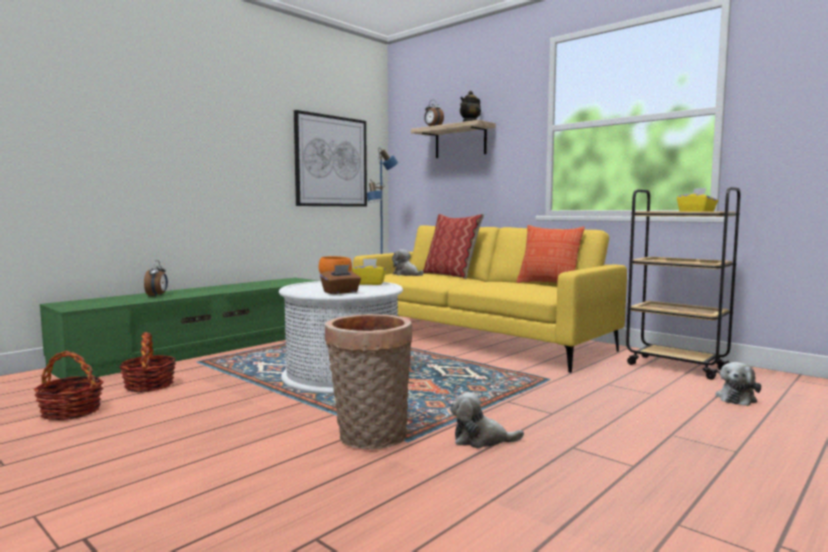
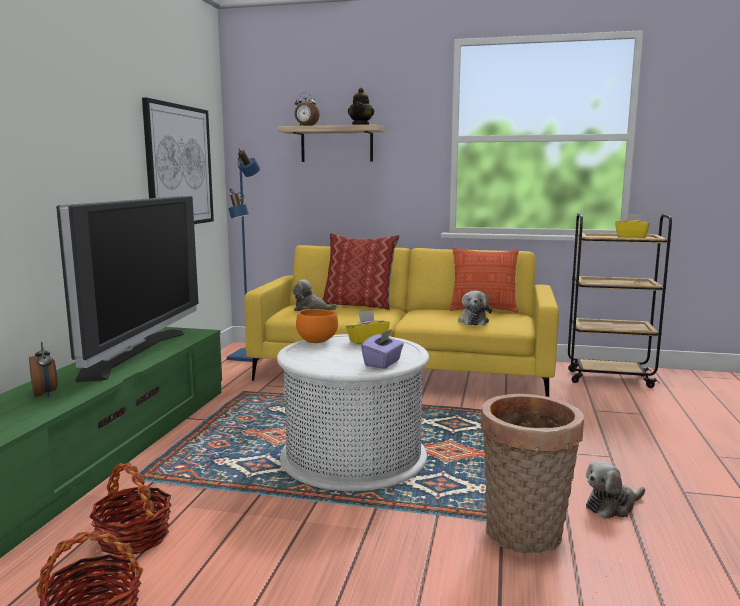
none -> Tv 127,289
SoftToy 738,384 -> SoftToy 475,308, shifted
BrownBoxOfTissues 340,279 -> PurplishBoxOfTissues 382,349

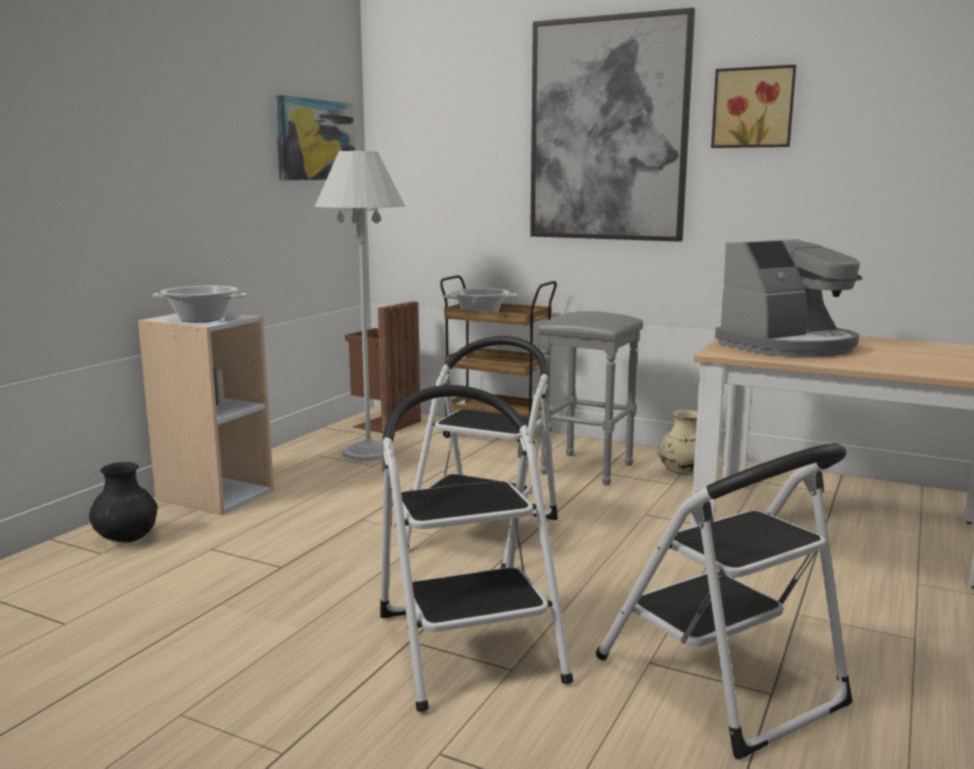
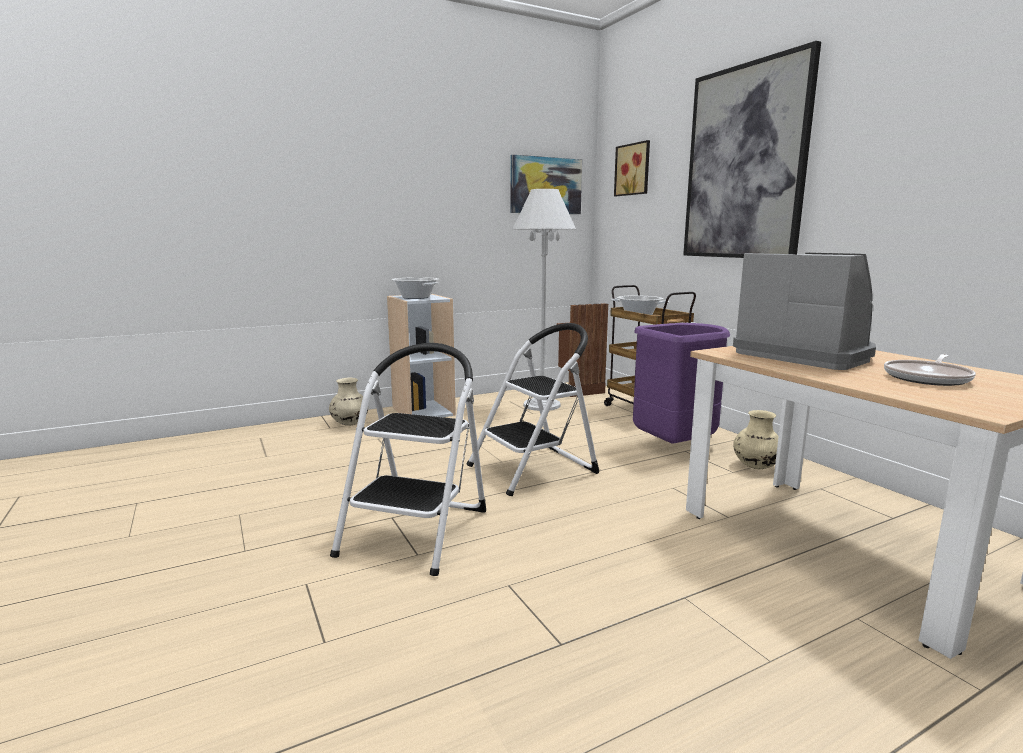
StepLadder 724,601 -> none
none -> Pan 930,370
Picture 753,106 -> Picture 632,168, shifted
GrayStoolSeat 590,398 -> PurplishRubbishBin 681,383
BlackColouredFlowerVase 123,502 -> BeigeColouredFlowerVase 348,402
CoffeeBrewer 788,298 -> CoffeeBrewer 804,311, 135 degrees counterclockwise

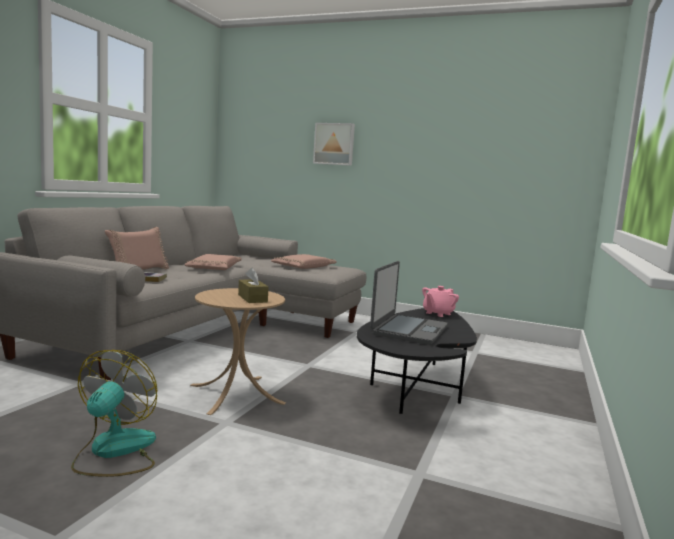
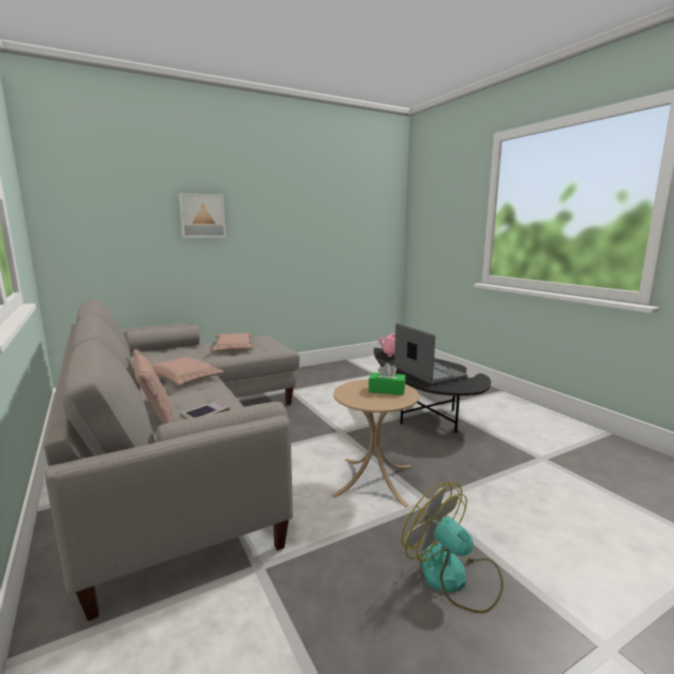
BrownBoxOfTissues 253,285 -> GreenBoxOfTissues 387,379

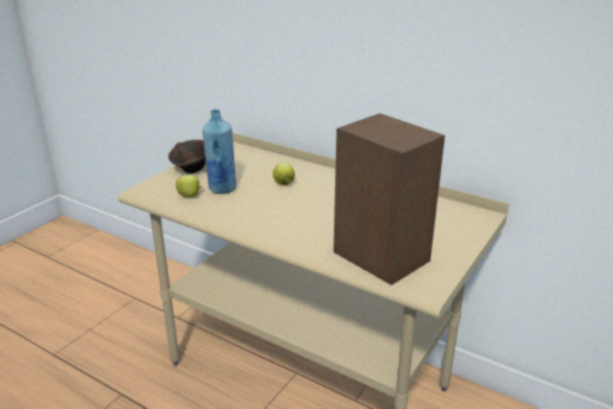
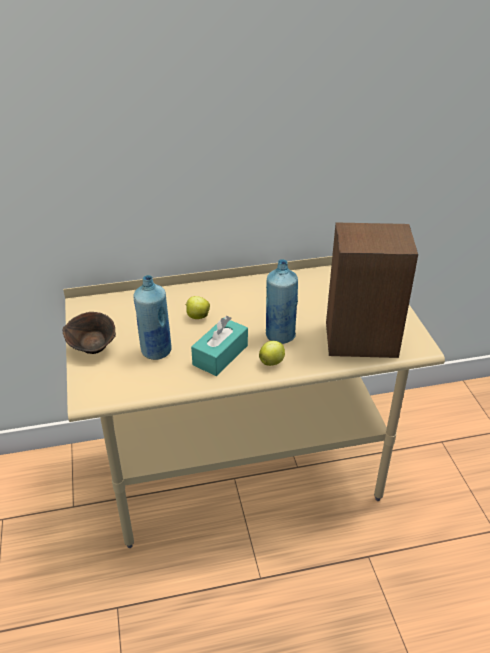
none -> TurquoiseColouredBoxOfTissues 219,346
none -> BlueBottle 282,301
WholeApple 189,186 -> WholeApple 272,353, shifted

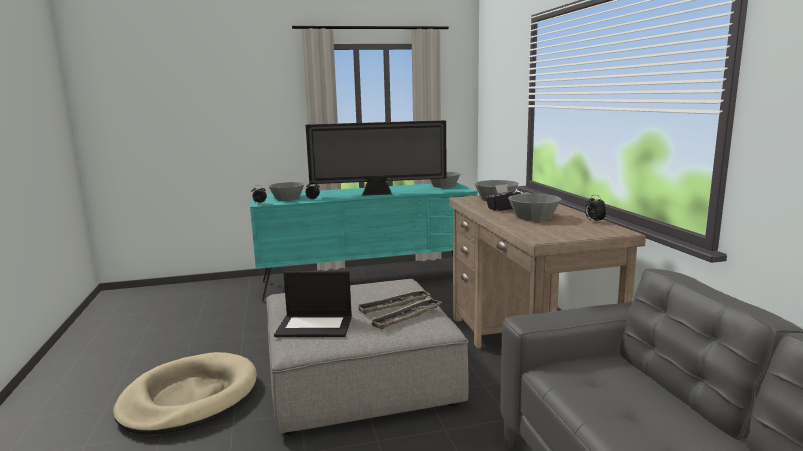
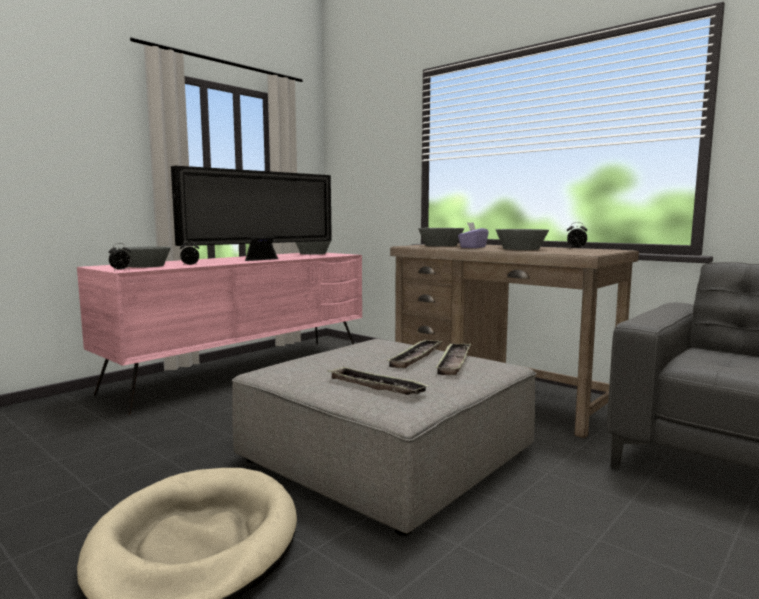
Laptop 313,304 -> Tray 378,381
TurquoiseColouredTvUnit 364,241 -> PinkTvUnit 219,334
BlackColouredBoxOfTissues 503,197 -> PurplishBoxOfTissues 473,235

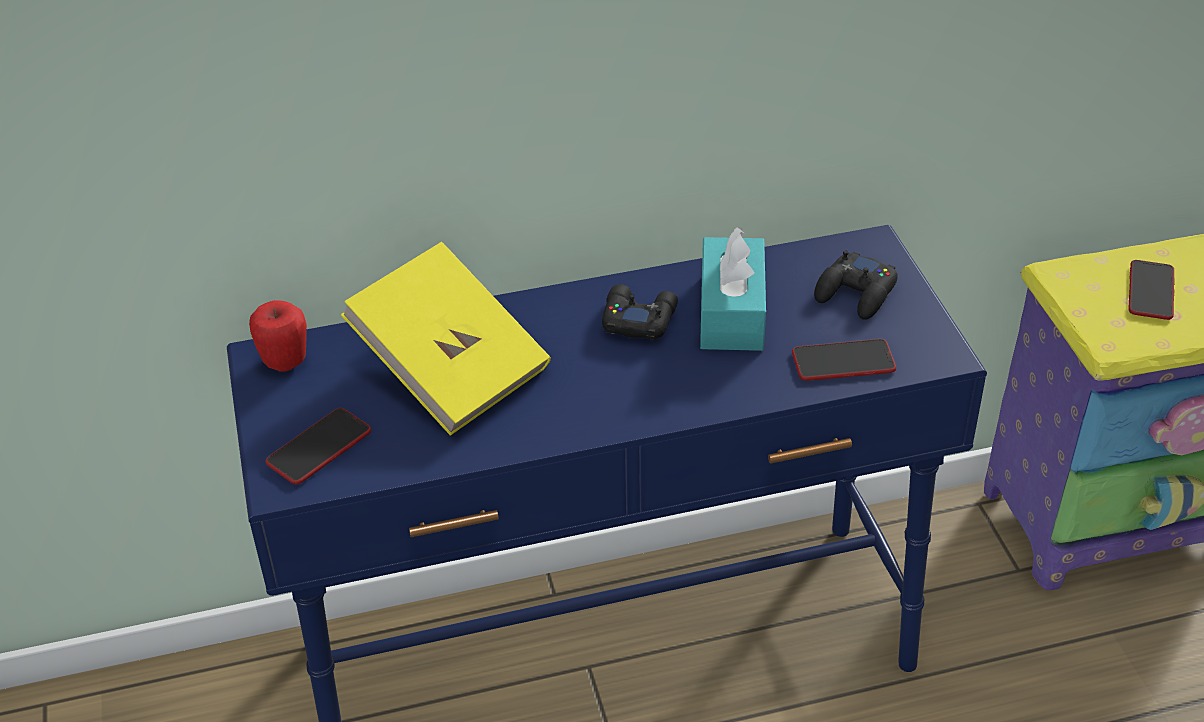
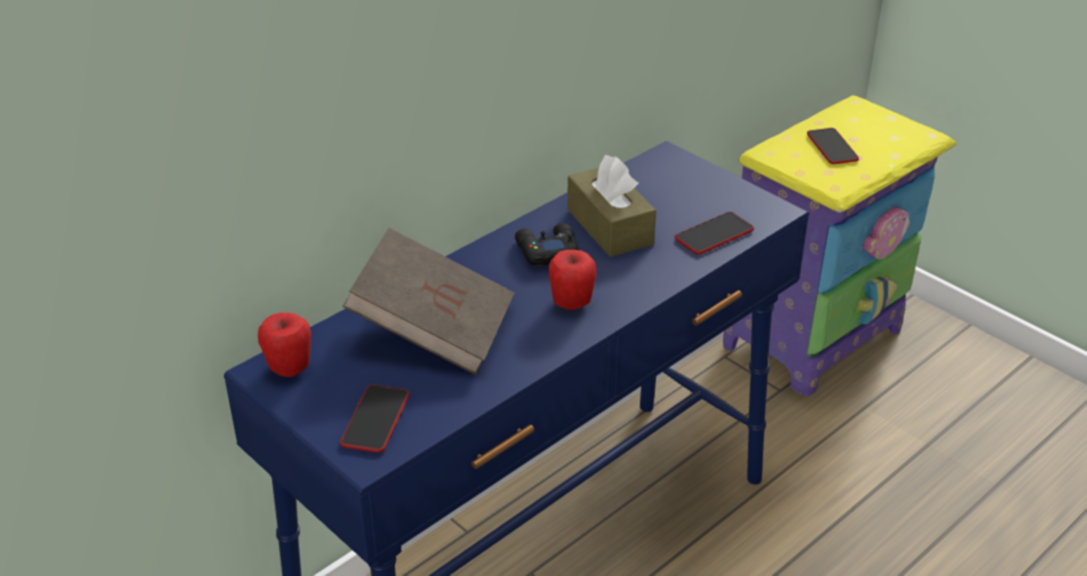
BlackColouredJoypad 856,285 -> none
none -> WholeApple 572,280
YellowishVolume 446,339 -> BrownVolume 428,301
TurquoiseColouredBoxOfTissues 733,289 -> BrownBoxOfTissues 611,206

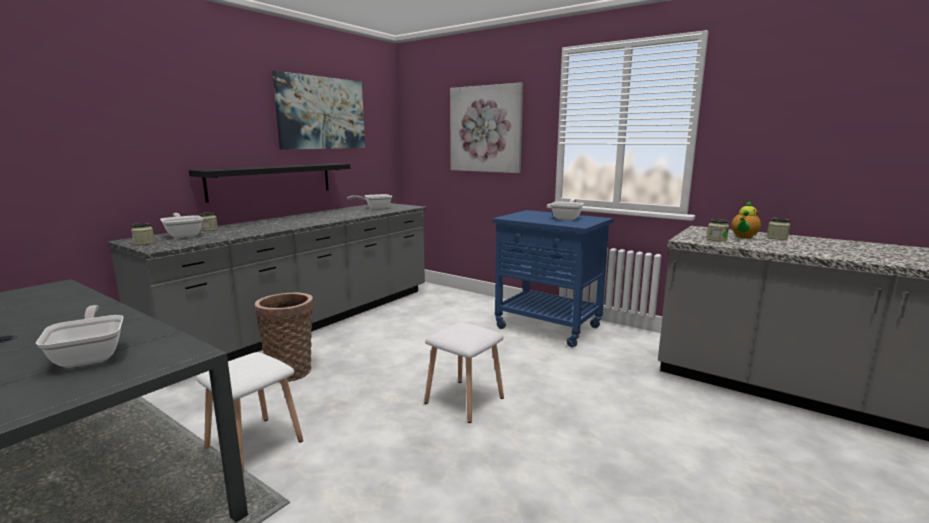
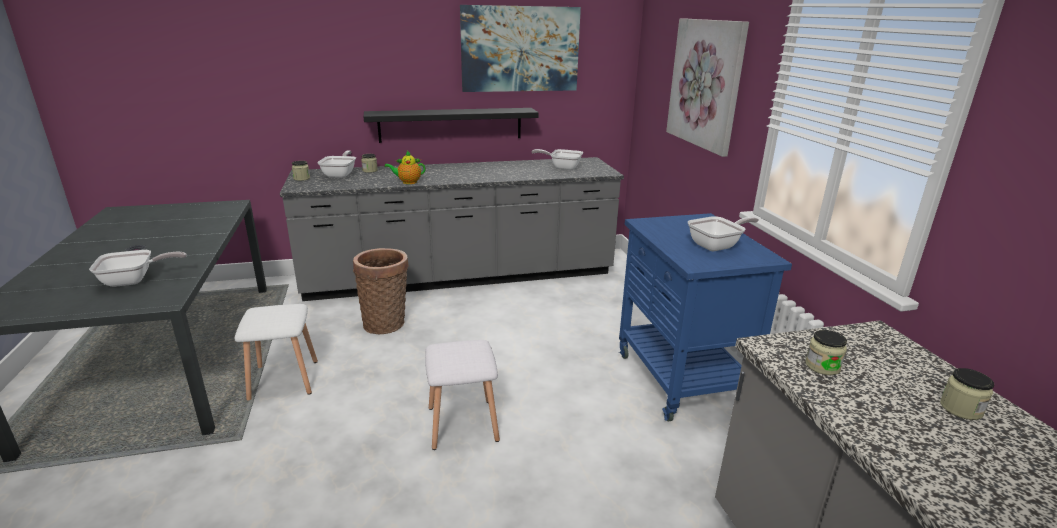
Teapot 746,220 -> Teapot 404,167, shifted
Pan 80,336 -> Pan 138,268, 60 degrees clockwise

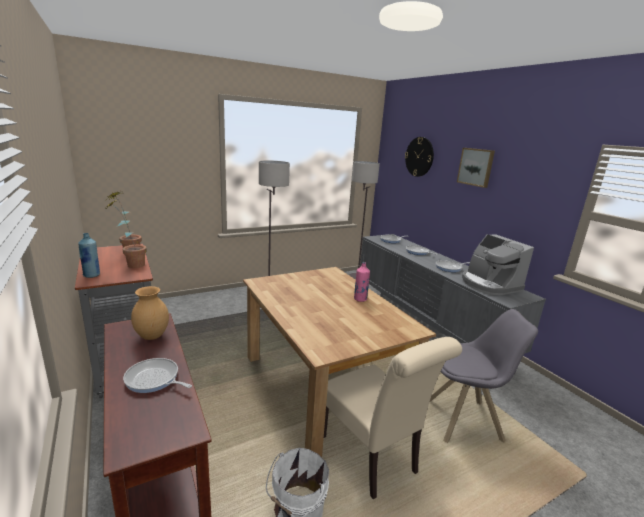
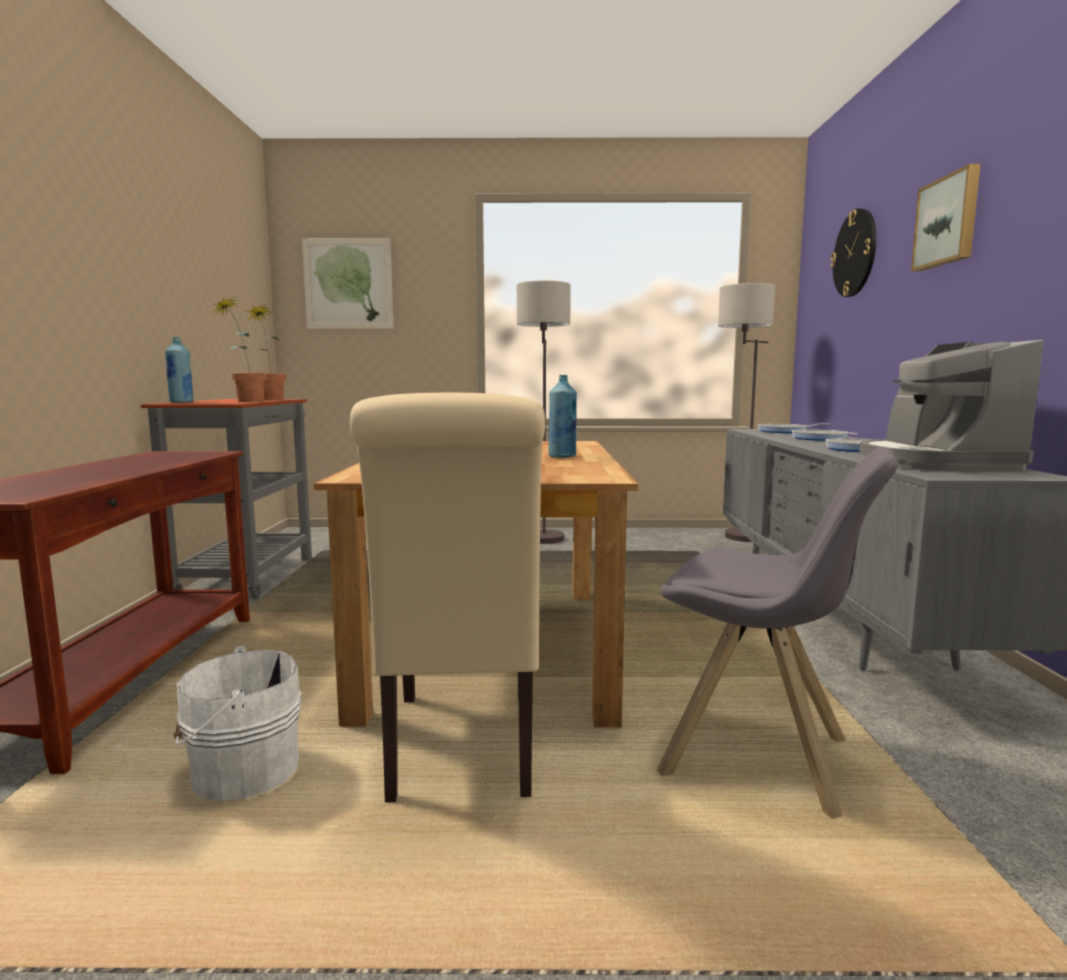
Pan 157,375 -> none
BrownFlowerVase 150,313 -> none
none -> Picture 347,283
PinkBottle 362,282 -> BlueBottle 563,416

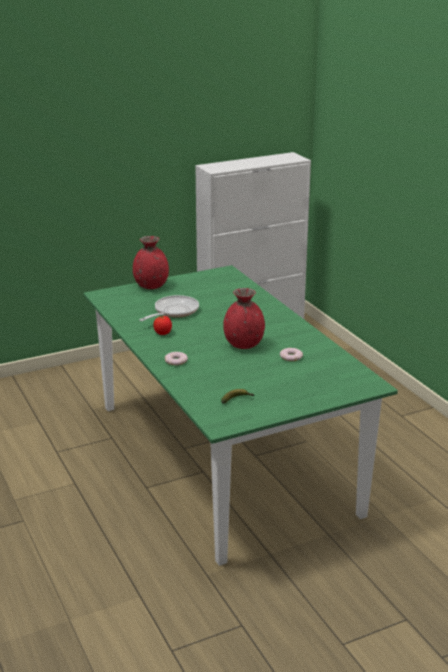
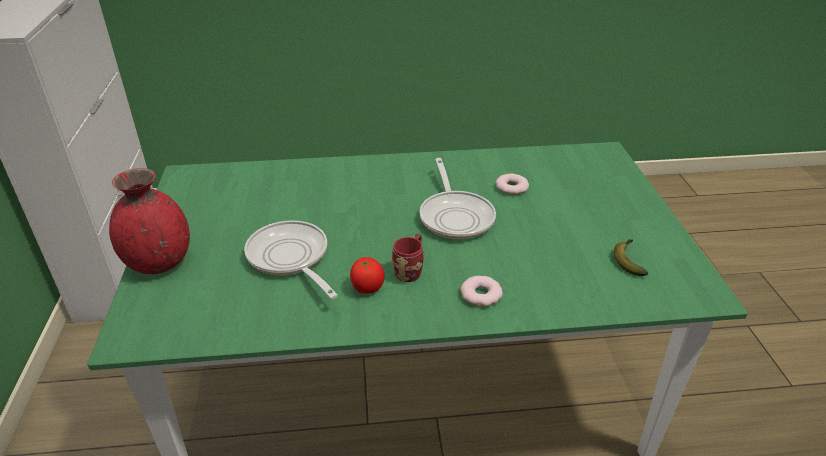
none -> RedColouredCoffeeMug 407,258
RedColouredFlowerVase 244,318 -> Pan 457,198

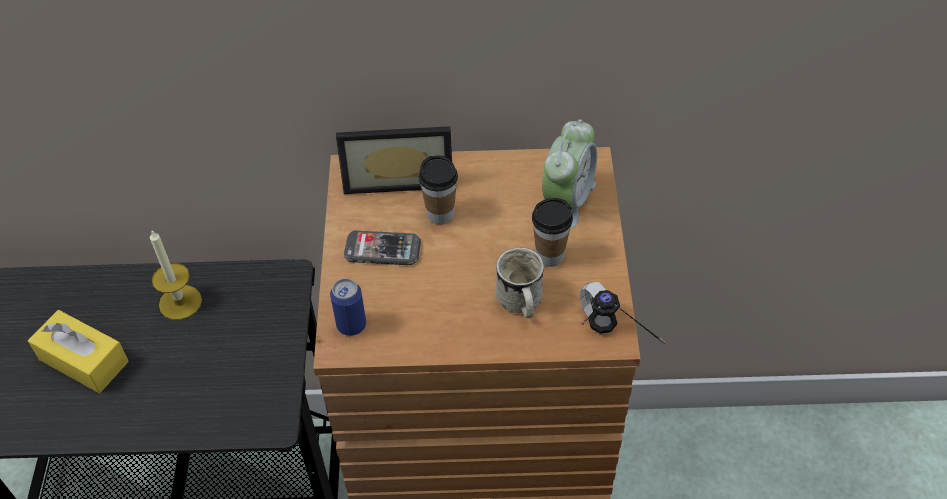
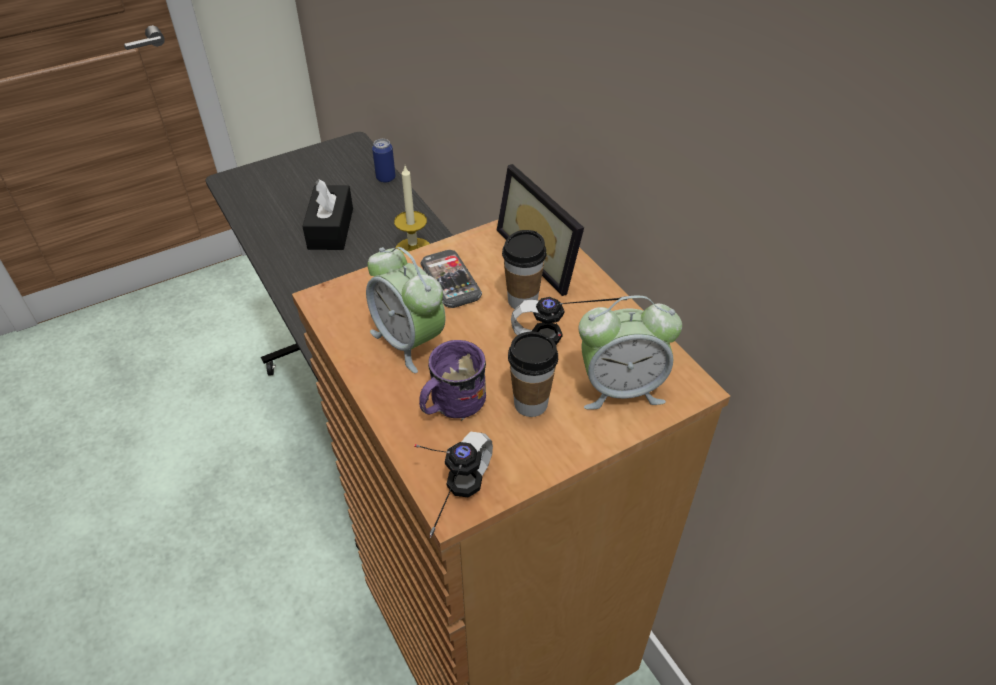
none -> AlarmClock 405,310
none -> PairOfHeadphones 569,320
Can 348,307 -> Can 384,161, shifted
YellowishBoxOfTissues 78,351 -> BlackColouredBoxOfTissues 327,214
WhitishCoffeeMug 520,282 -> PurplishCoffeeMug 452,380

